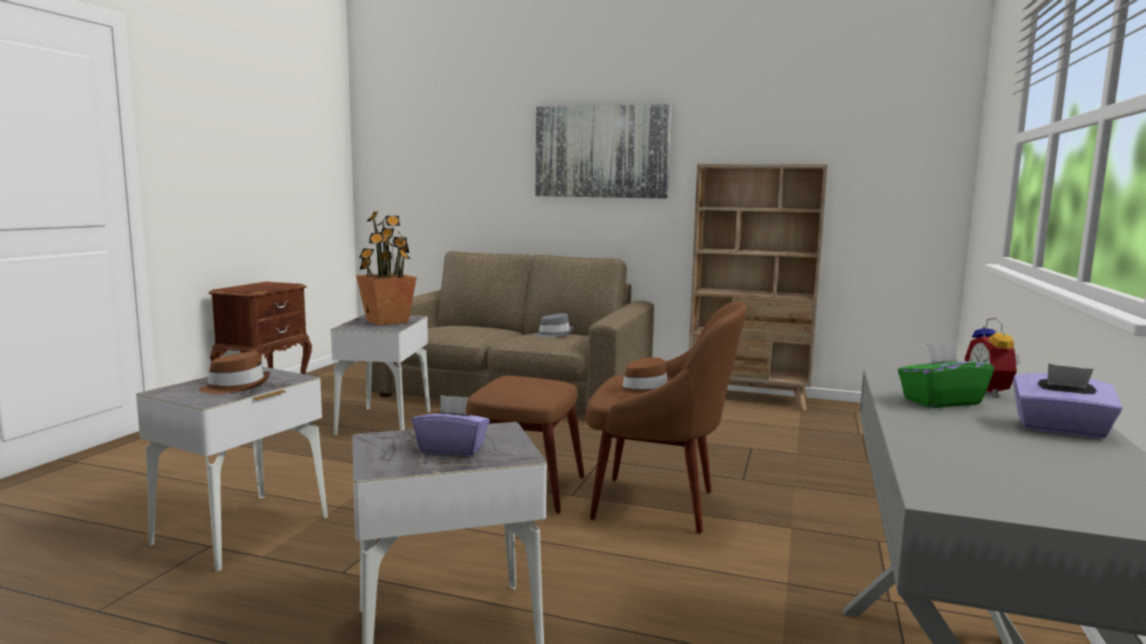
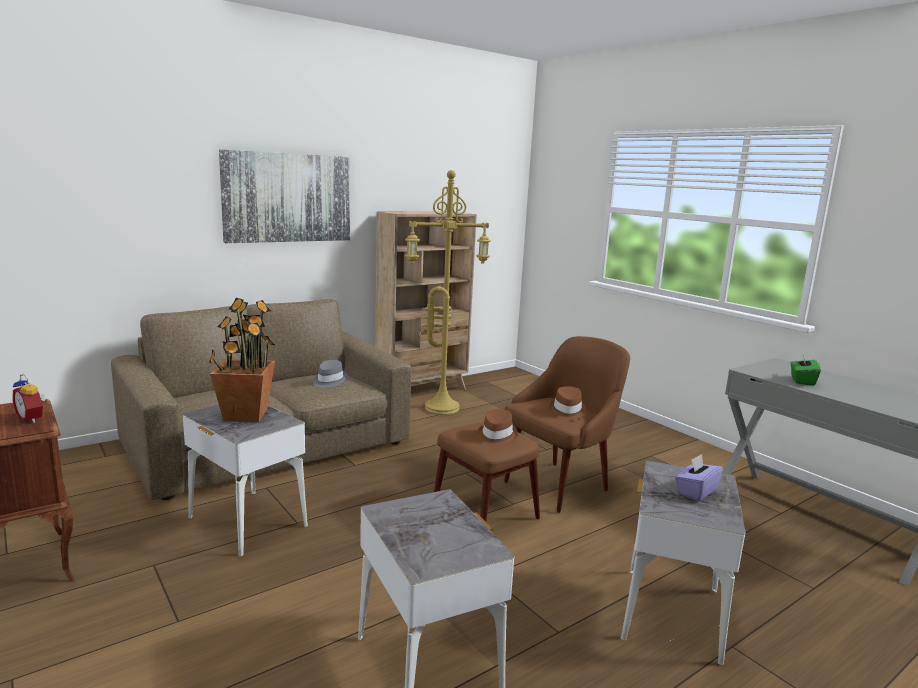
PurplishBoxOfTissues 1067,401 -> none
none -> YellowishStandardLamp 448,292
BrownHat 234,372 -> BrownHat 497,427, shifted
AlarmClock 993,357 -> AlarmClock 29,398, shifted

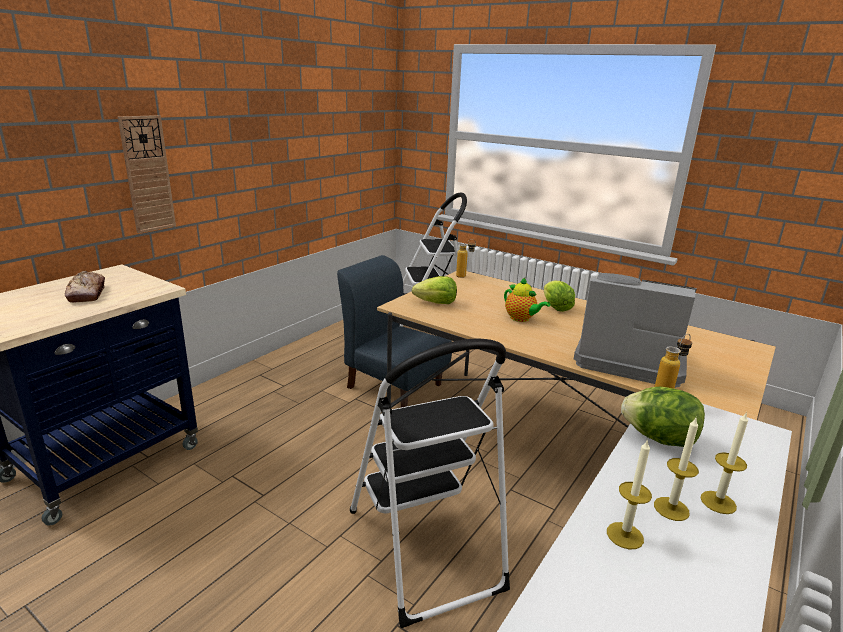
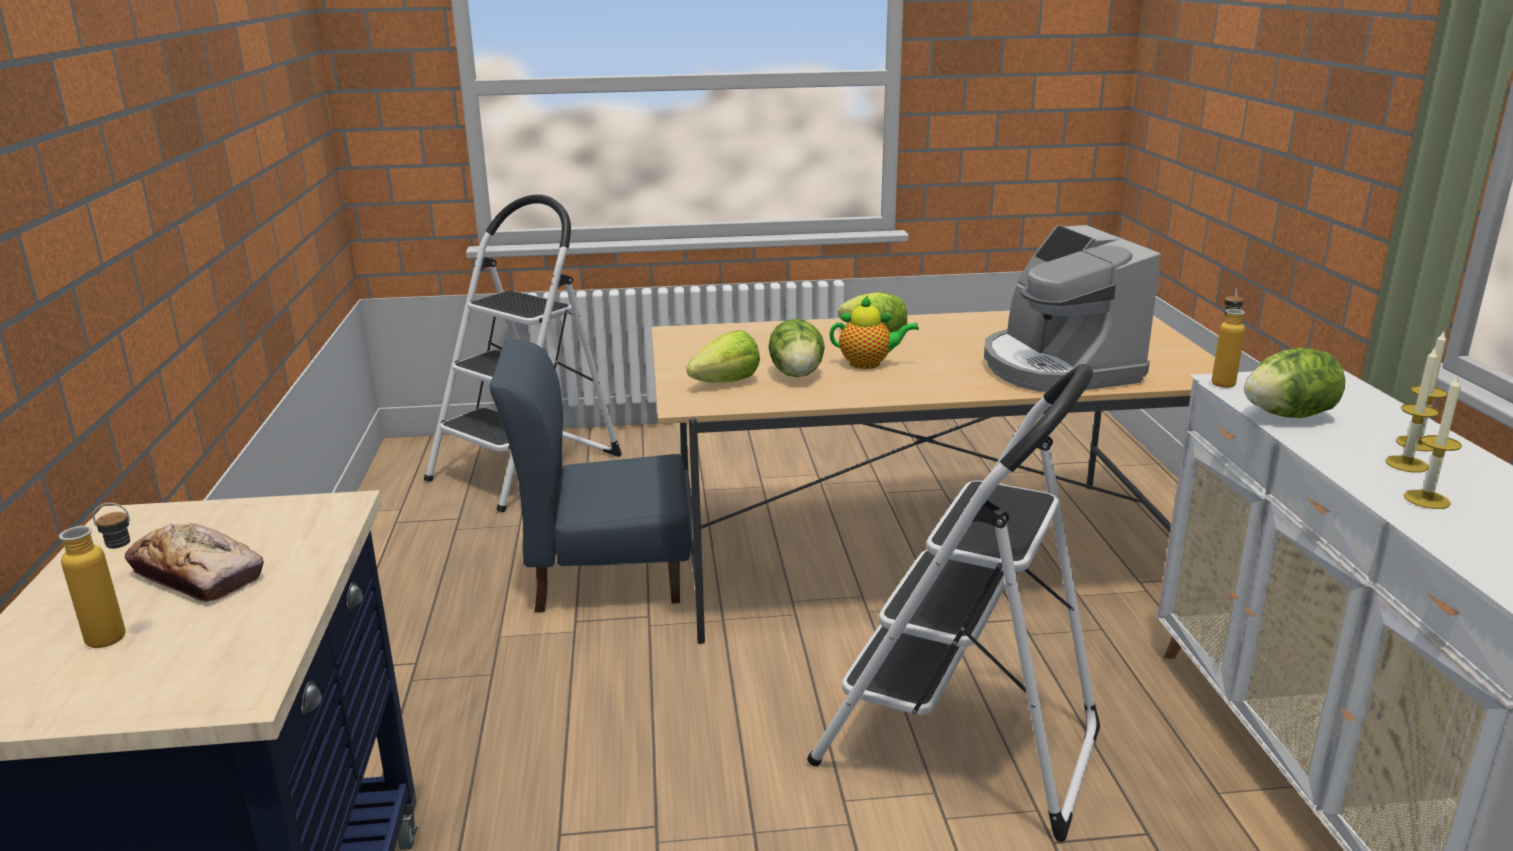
ClockOnTheWall 147,174 -> none
none -> LettuceHead 796,348
Bottle 466,258 -> Bottle 94,575, shifted
CoffeeBrewer 635,330 -> CoffeeBrewer 1072,308, 90 degrees counterclockwise

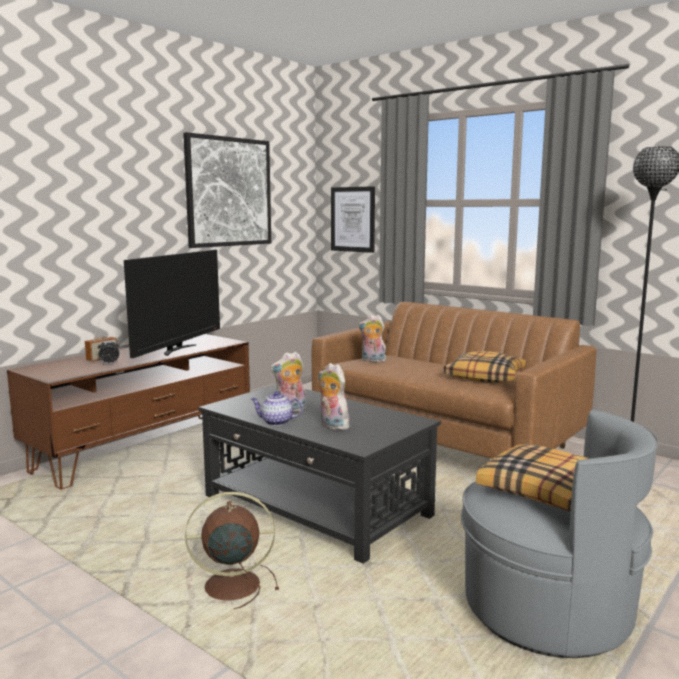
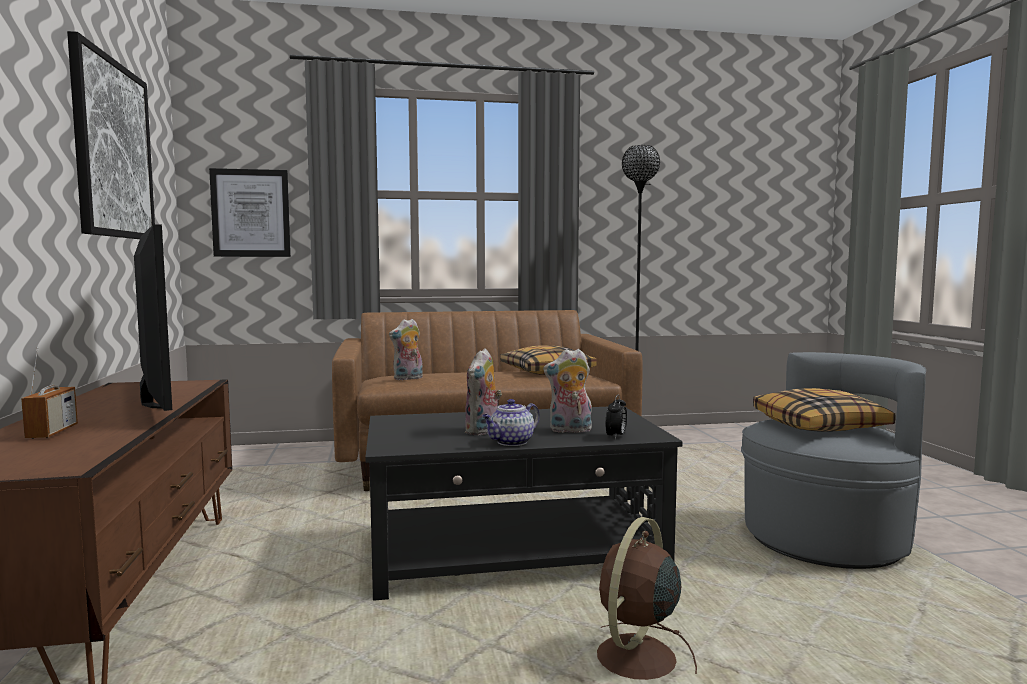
AlarmClock 108,351 -> AlarmClock 616,417, shifted

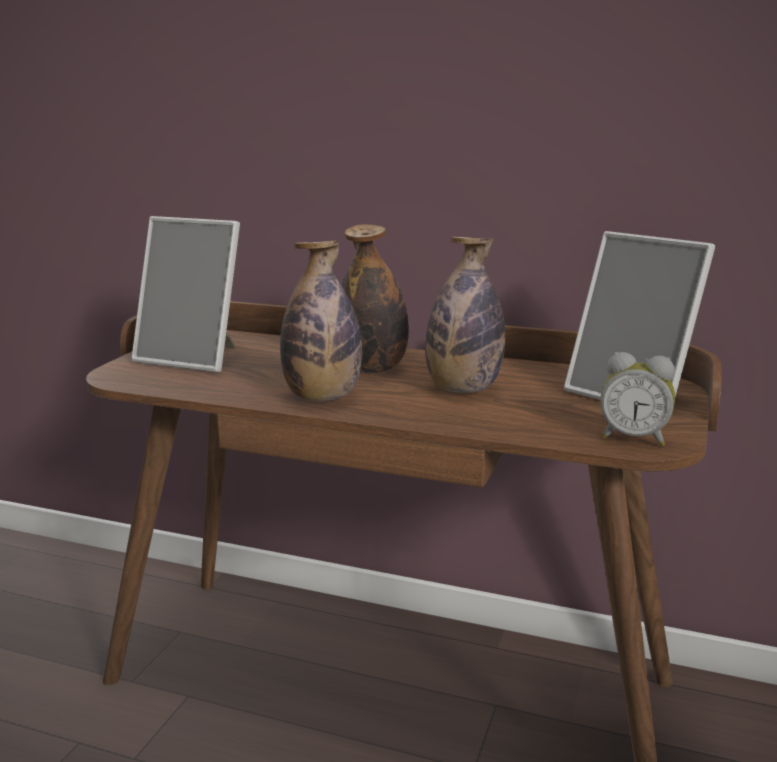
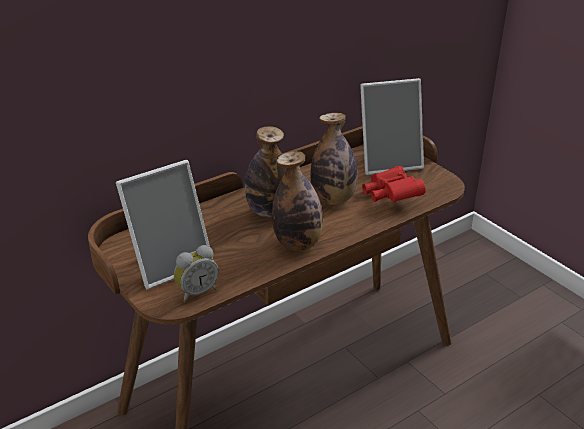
none -> RedColouredFieldGlasses 394,184
AlarmClock 637,399 -> AlarmClock 196,273, shifted

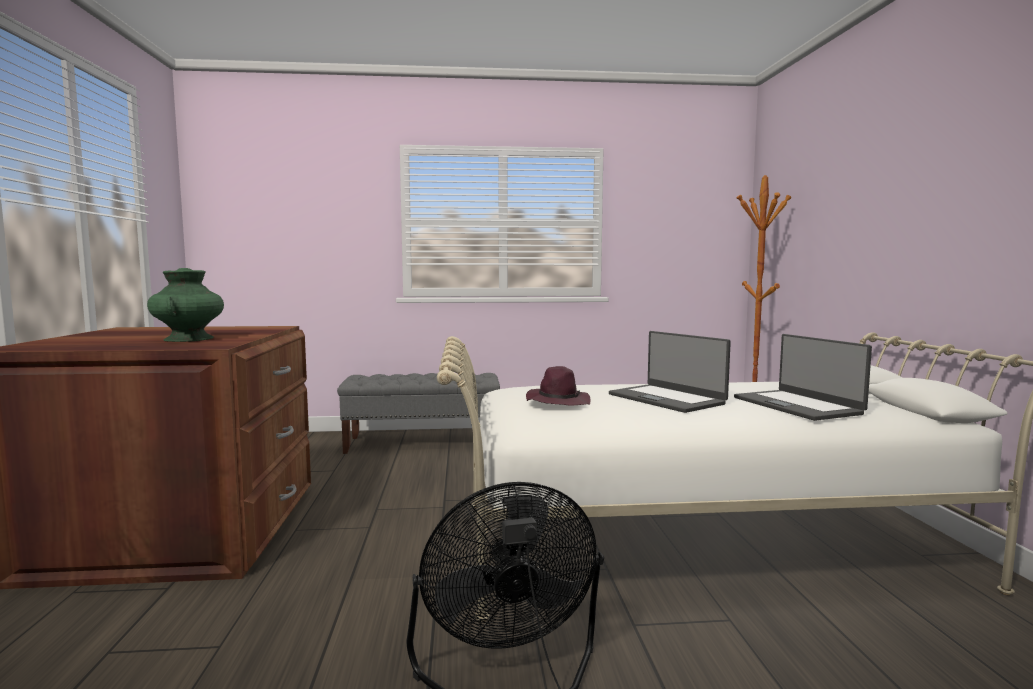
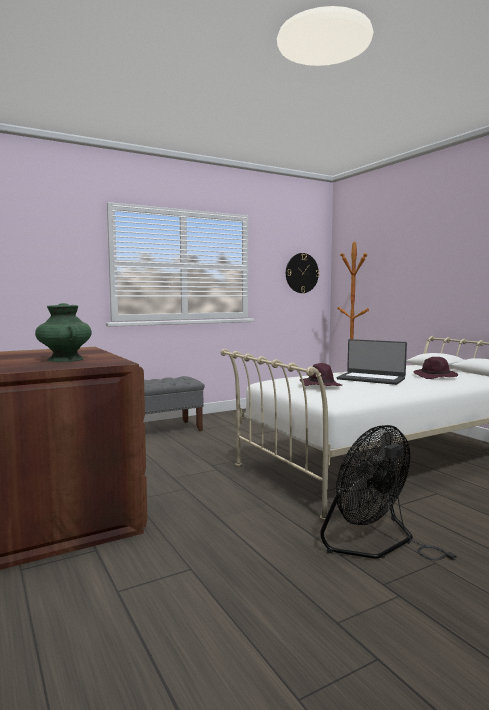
none -> ClockOnTheWall 302,273
Laptop 803,377 -> PurplishHat 436,368

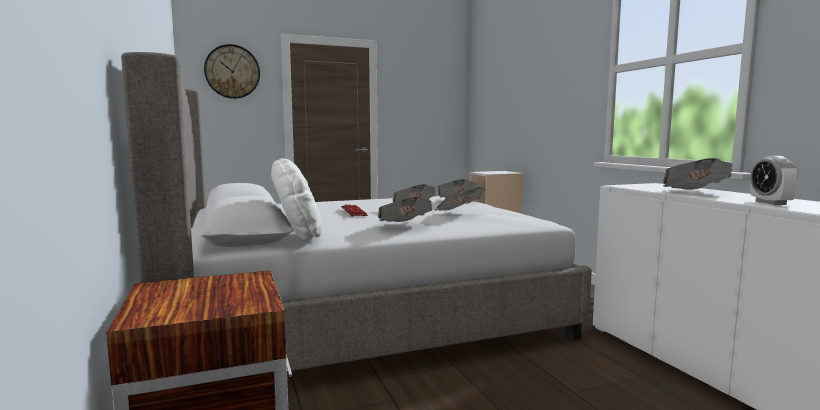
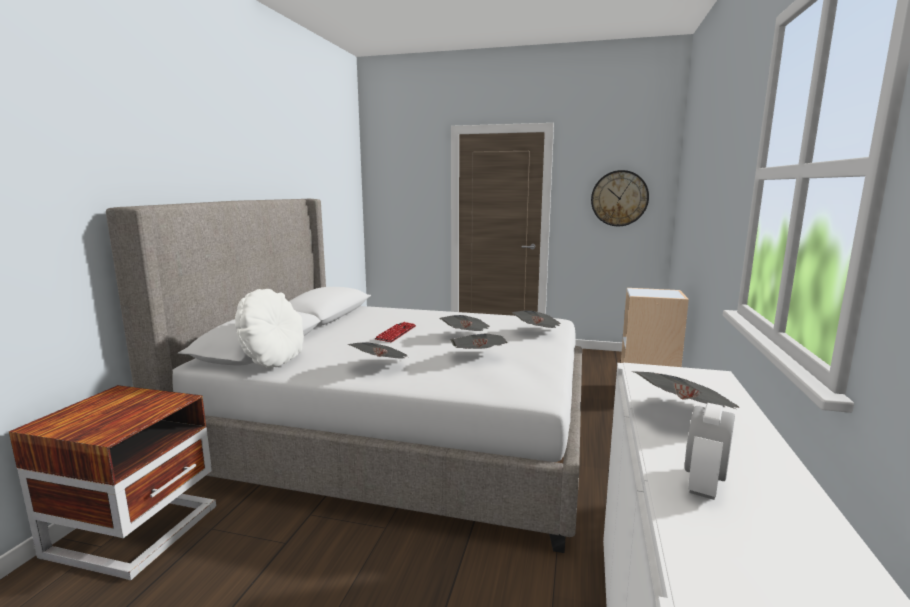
ClockOnTheWall 232,71 -> ClockOnTheWall 620,198, shifted

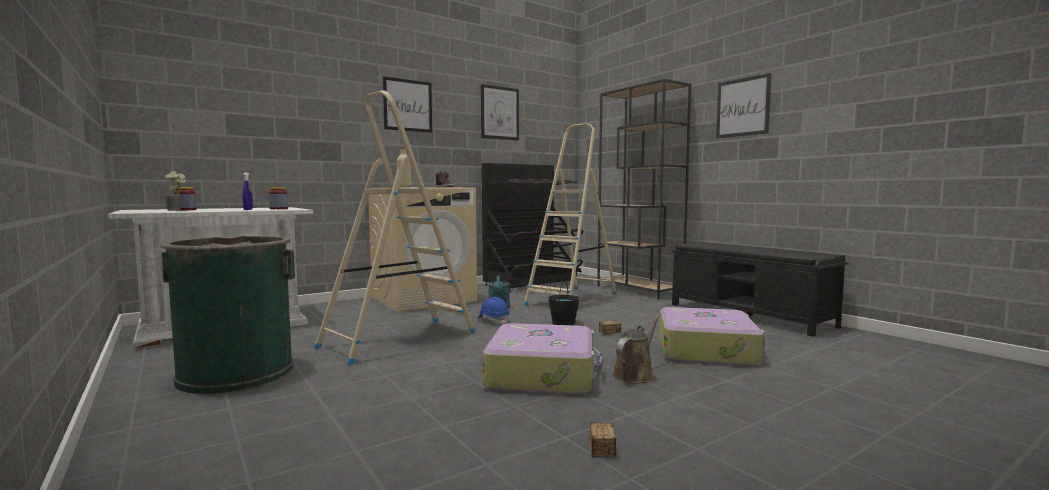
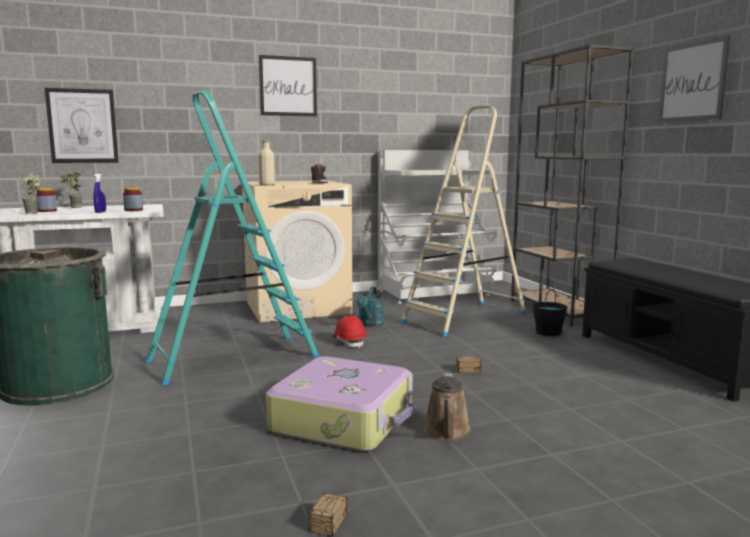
Suitcase 712,336 -> none
none -> Houseplant 71,190
Picture 500,112 -> Picture 81,125, shifted
BlackColouredPail 564,303 -> BlackColouredPail 550,312, shifted
BeigeColouredStepLadder 395,227 -> TurquoiseColouredStepLadder 232,238
BlueSafetyHelmet 493,310 -> RedColouredSafetyHelmet 350,331
BlackColouredShoeStand 532,227 -> WhitishShoeStand 437,227
BrownWateringCan 636,349 -> BrownWateringCan 447,407, 135 degrees clockwise

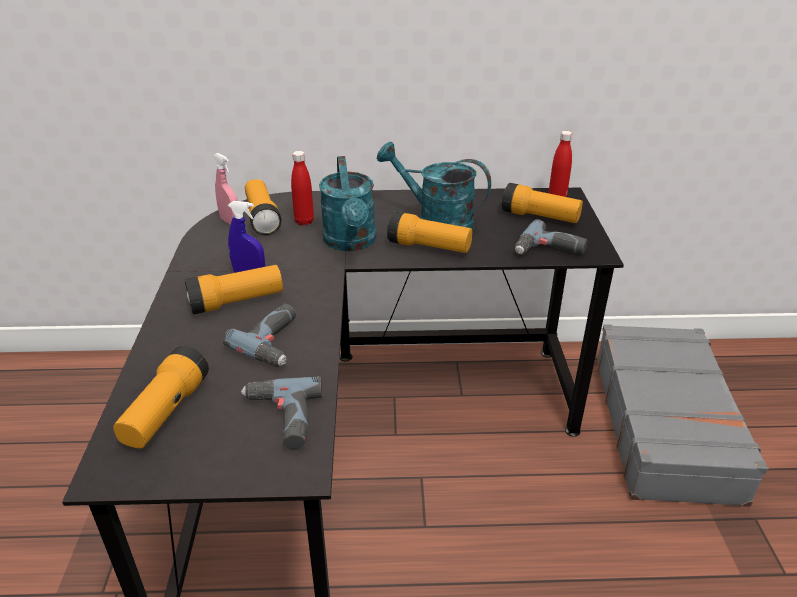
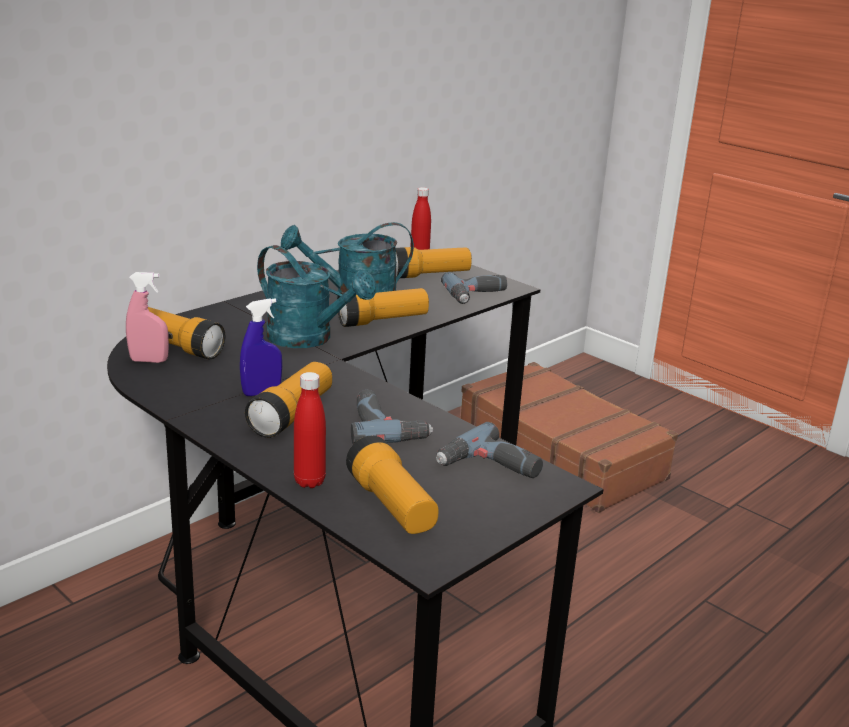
RedColouredBottle 302,188 -> RedColouredBottle 310,430, shifted
GraySuitcase 682,415 -> BrownSuitcase 569,437

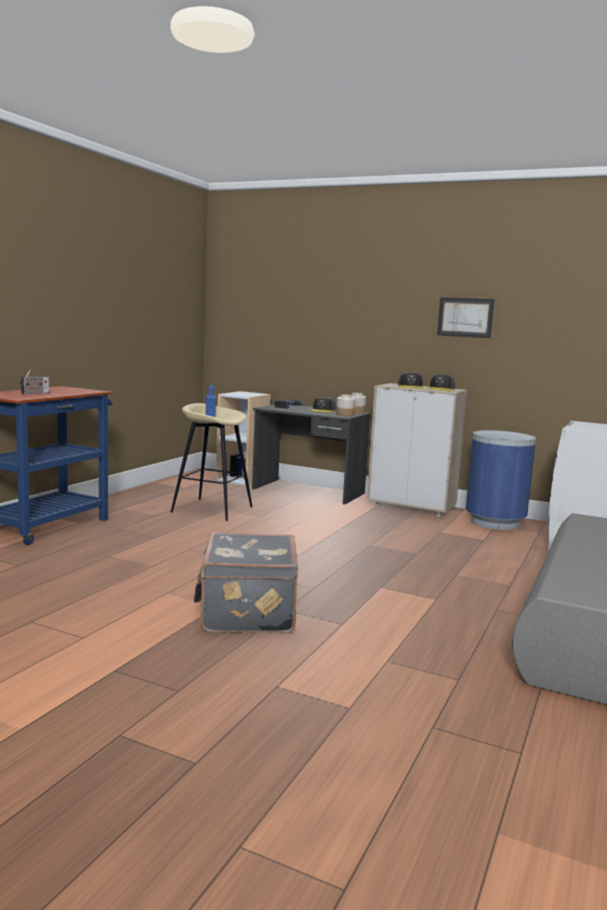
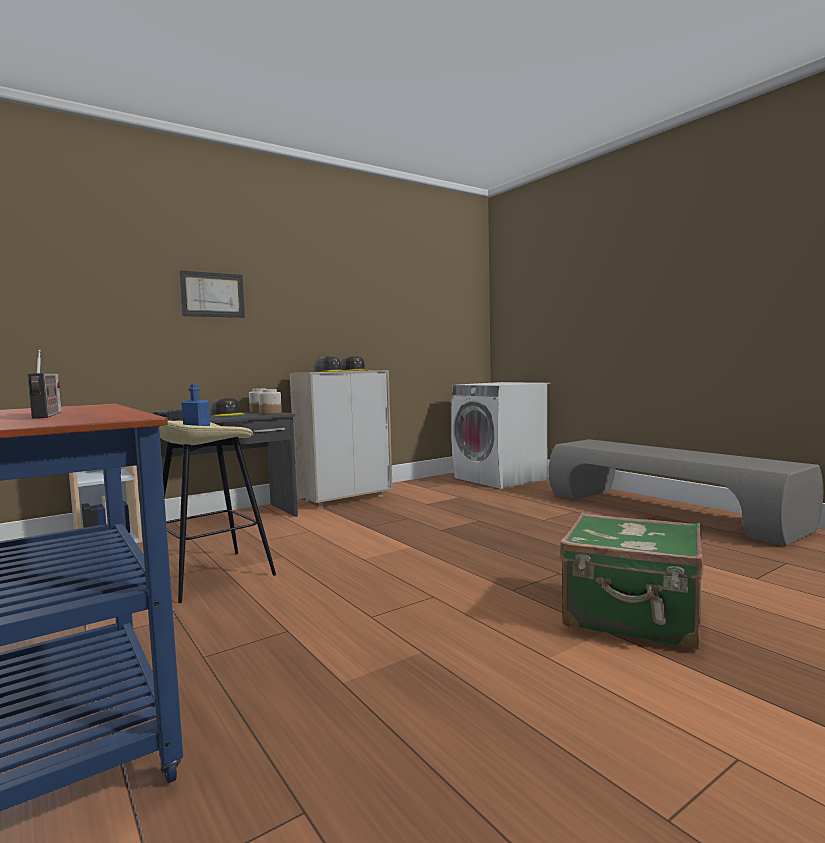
BlueRubbishBin 501,480 -> none
Picture 465,317 -> Picture 212,294, shifted
GraySuitcase 246,583 -> GreenSuitcase 631,581

